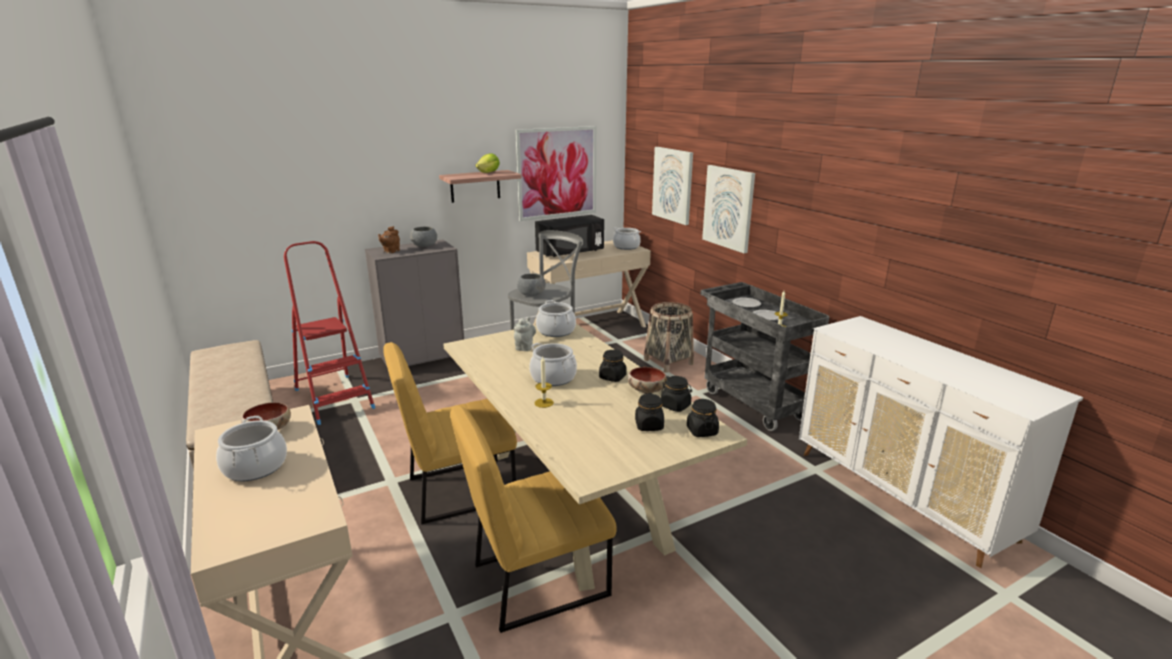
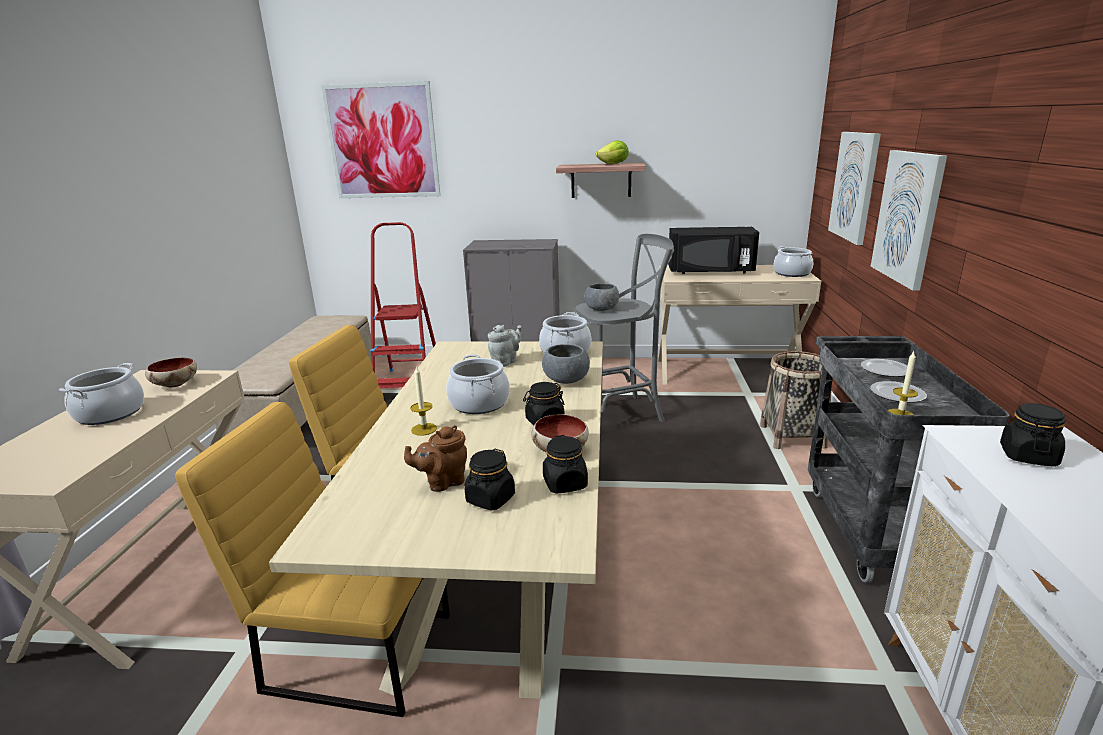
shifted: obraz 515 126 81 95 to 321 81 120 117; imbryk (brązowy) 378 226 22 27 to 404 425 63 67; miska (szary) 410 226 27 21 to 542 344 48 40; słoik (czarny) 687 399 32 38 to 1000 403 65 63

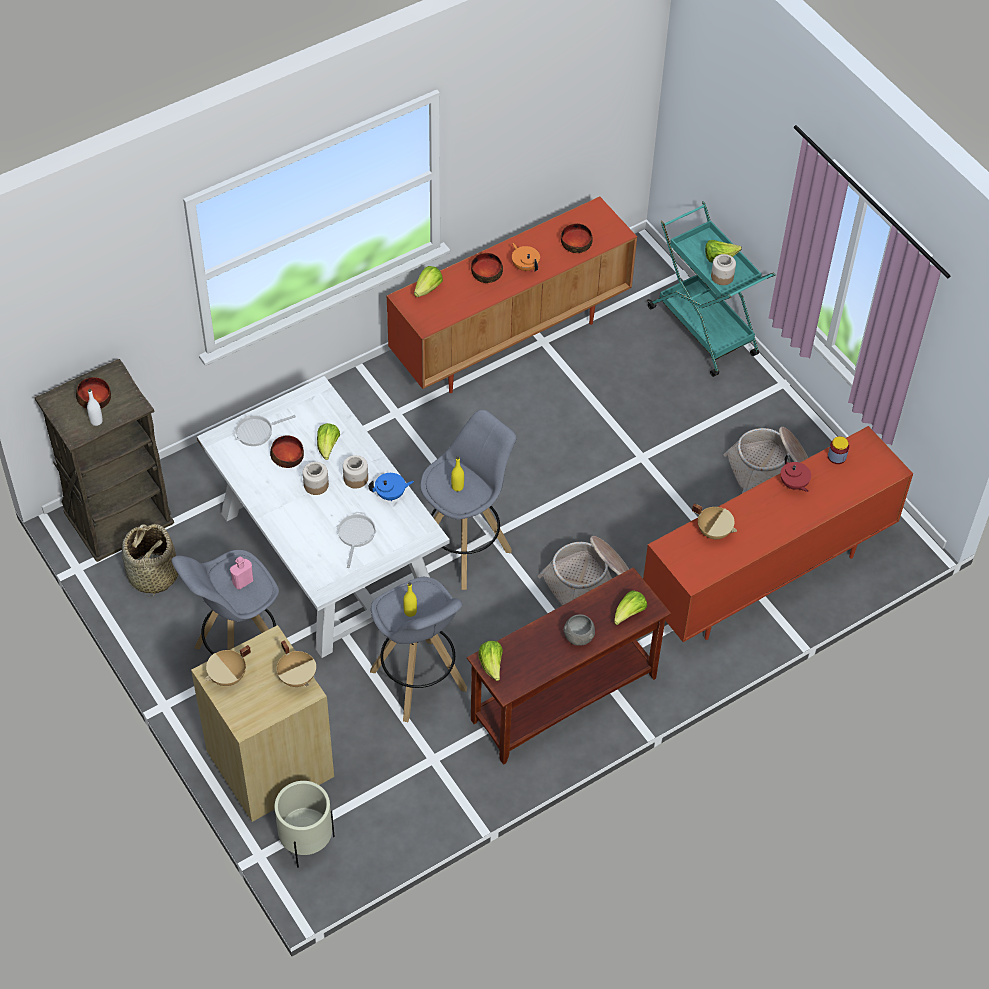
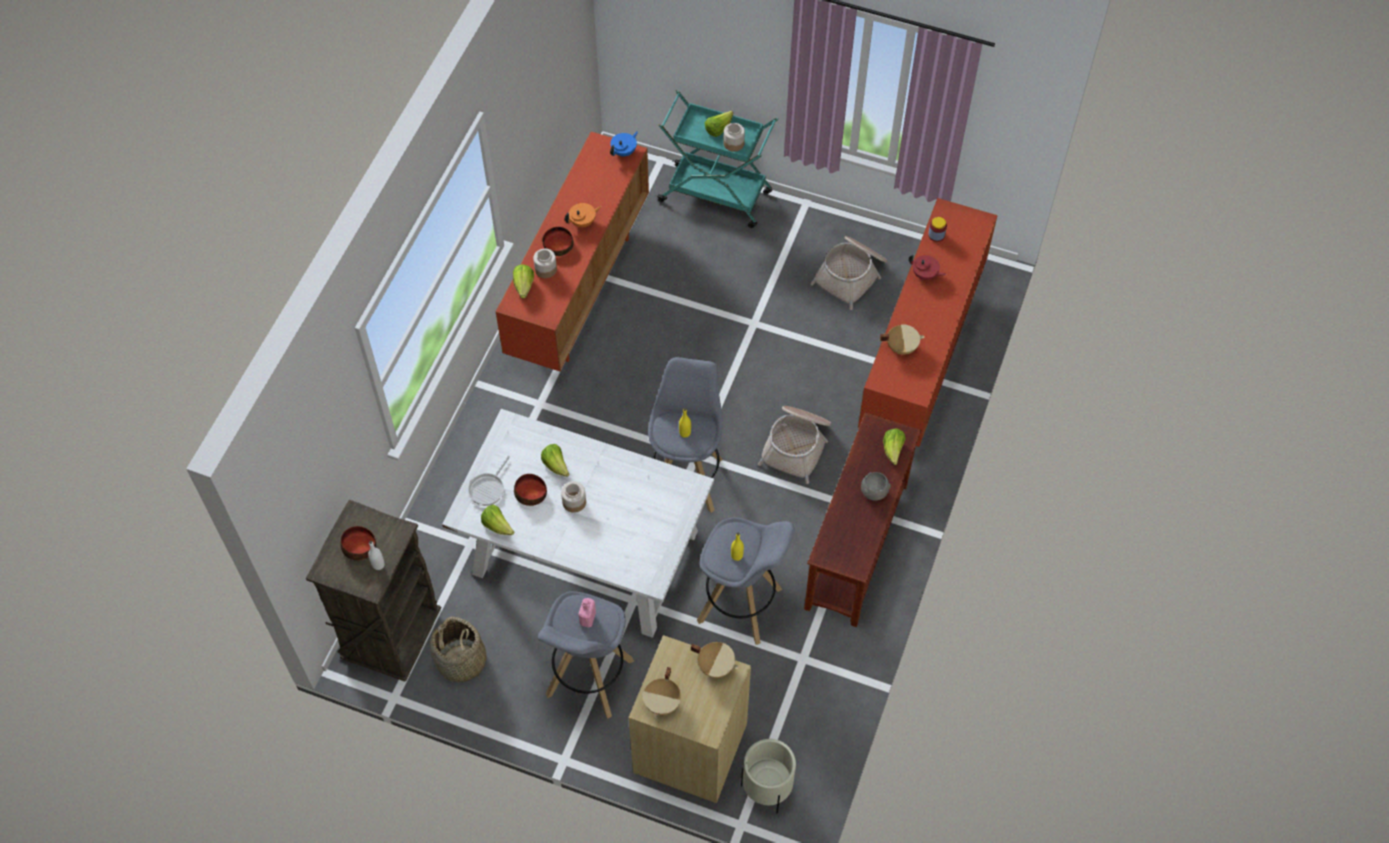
gone: patelnia 337 512 40 56; miska 561 223 32 30
shifted: sałata 478 641 25 40 to 481 505 33 30; słoik 343 455 25 34 to 533 249 24 29; imbryk (niebieski) 369 473 45 28 to 610 131 28 25
rotated: imbryk (pomarańczowy) 512 243 28 29 = 565 203 37 25 135 degrees clockwise

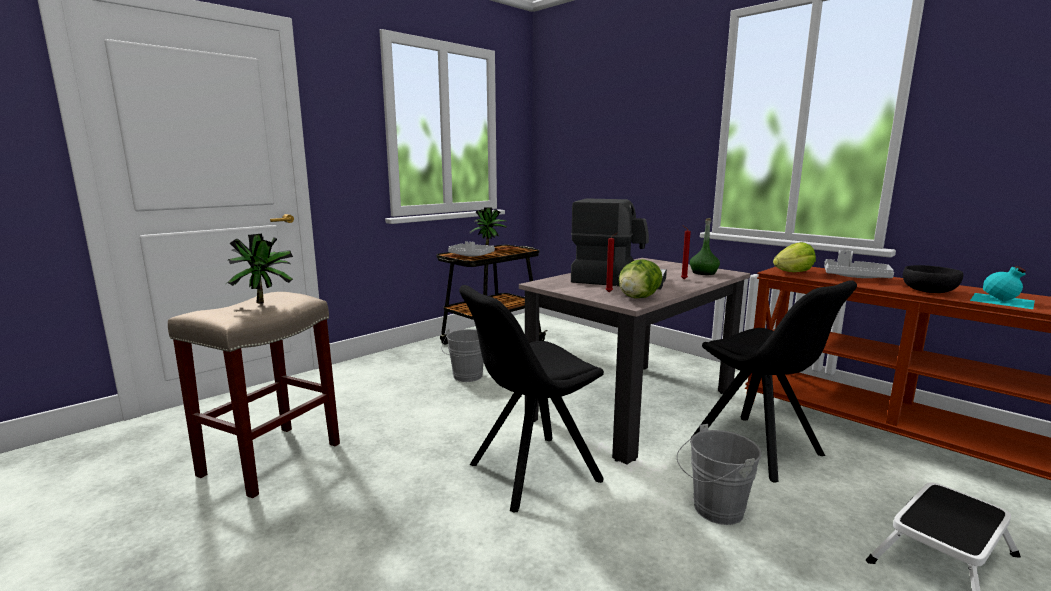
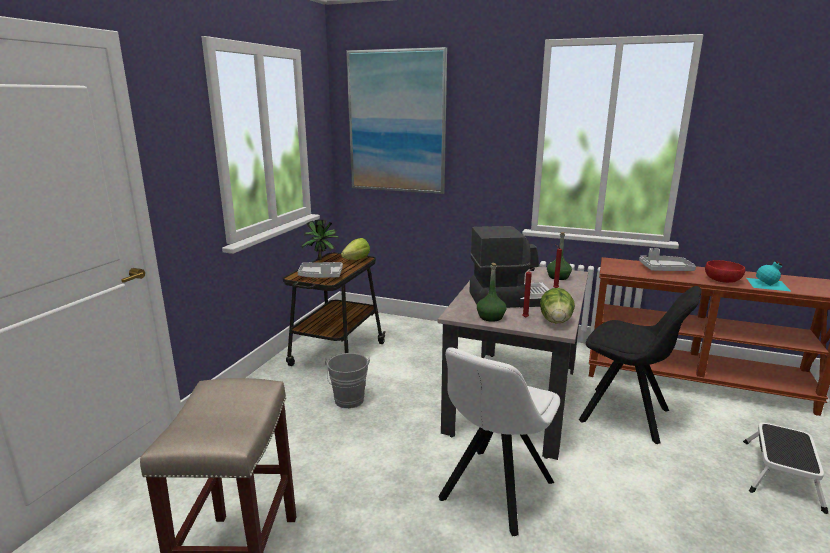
gone: roślina doniczkowa 227 233 67 70; wiadro (szary) 677 424 85 101
new: obraz 346 47 101 147; butelka (zielony) 477 263 30 59
shifted: sałata 773 242 43 30 to 341 238 29 22
repainted: krzesło (czarny) 459 285 145 228 to krzesło (biały) 439 347 121 189; miska (czarny) 903 265 61 28 to miska (czerwony) 705 260 40 23

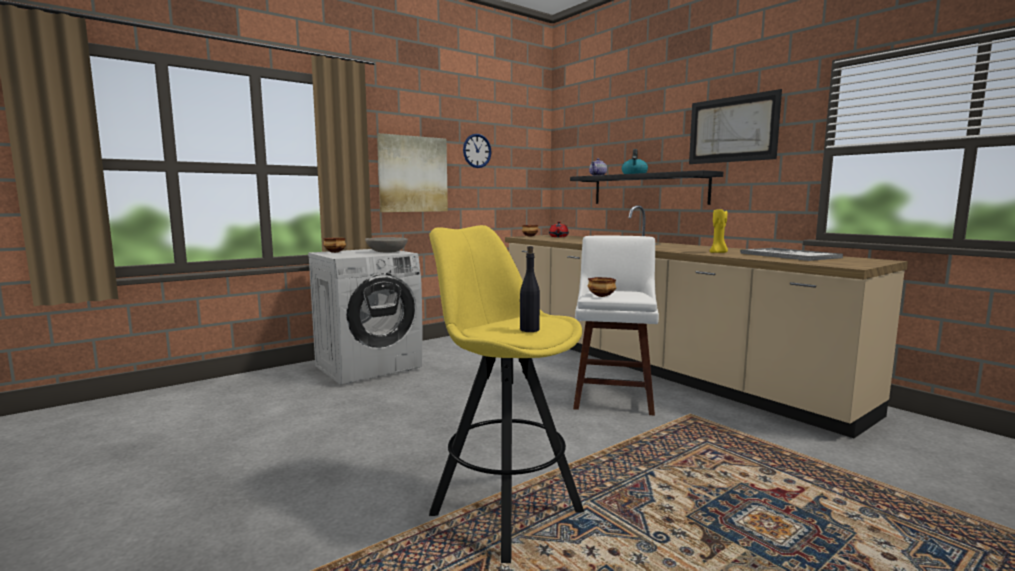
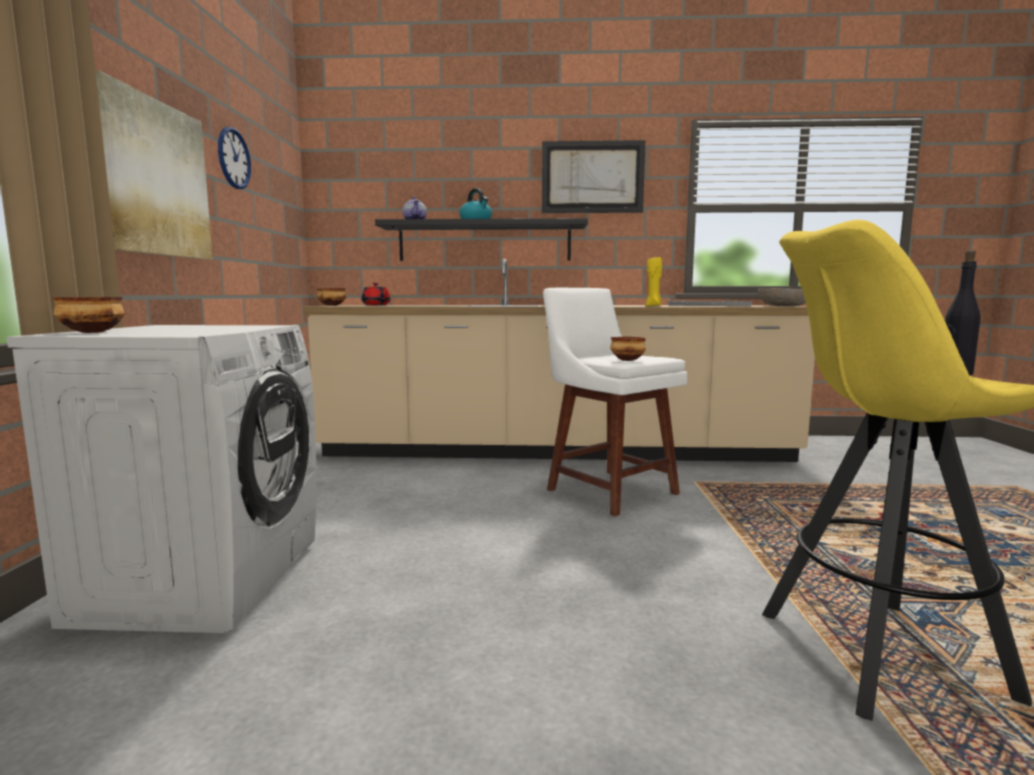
shifted: miska (szary) 365 237 43 16 to 758 288 48 18

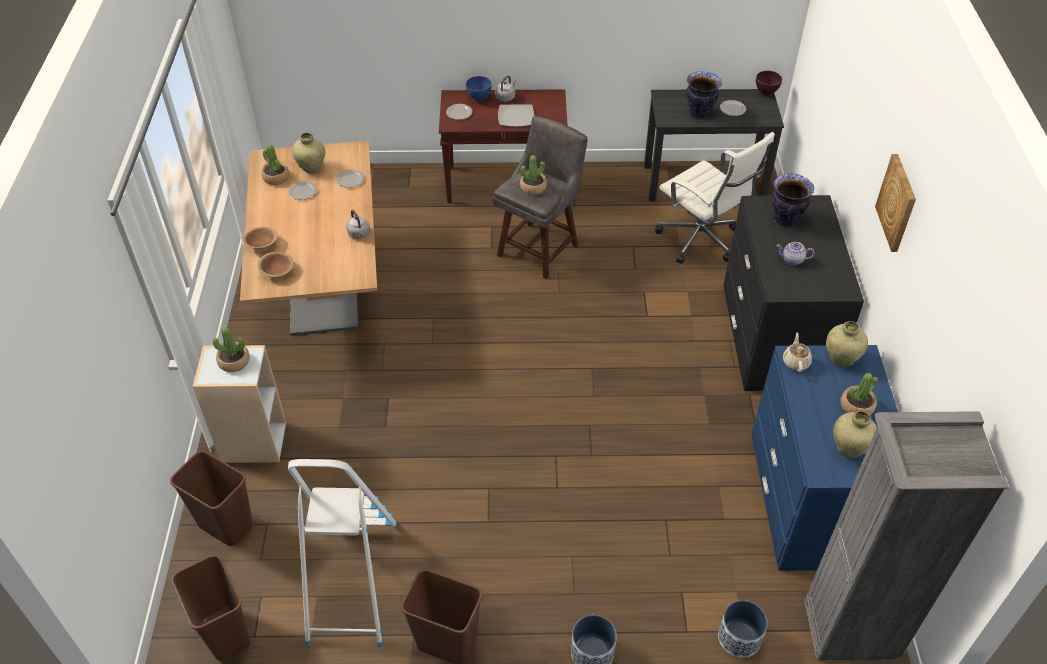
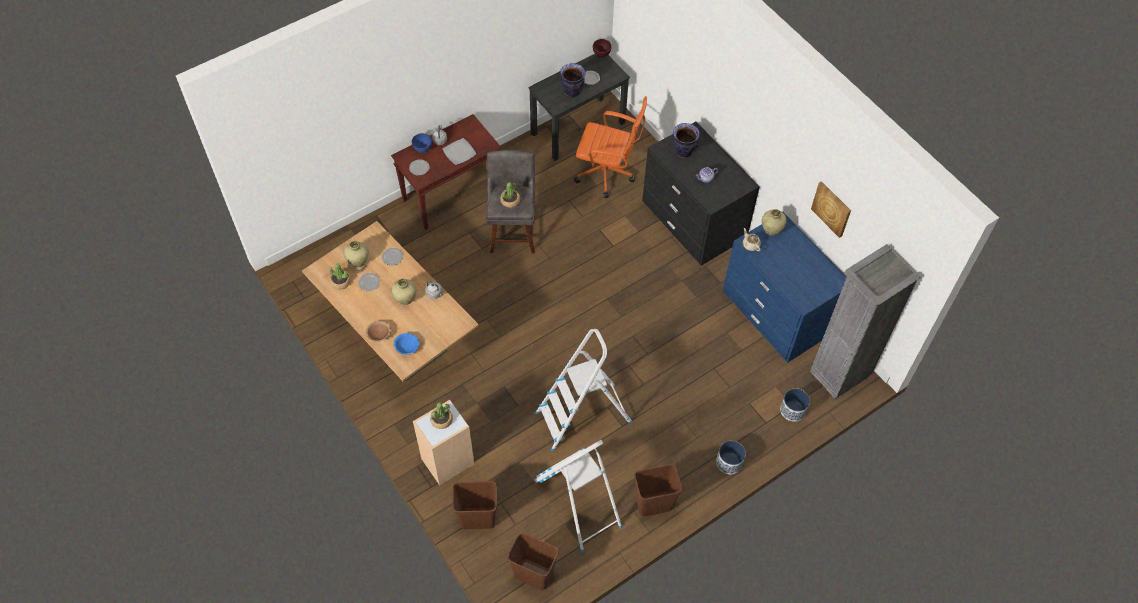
gone: roślina doniczkowa 841 373 37 42
new: drabinka (biały) 535 329 97 122
shifted: wazon (beżowy) 833 411 44 47 to 391 278 26 27; obraz 875 154 41 98 to 811 181 40 57
repainted: miska (brązowy) 257 251 37 26 to miska (niebieski) 393 333 26 22; krzesło biurowe (biały) 655 132 120 132 to krzesło biurowe (pomarańczowy) 574 96 73 102

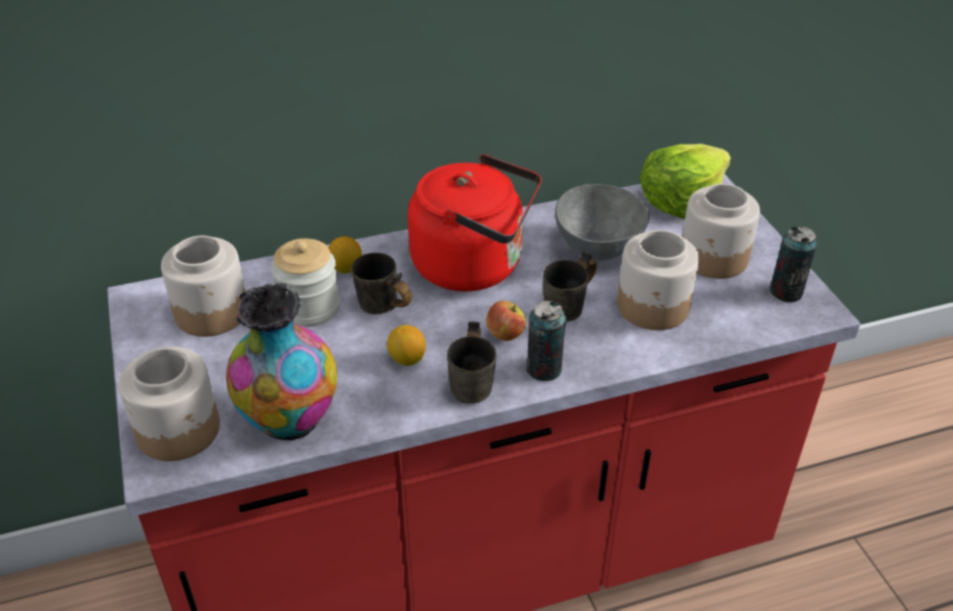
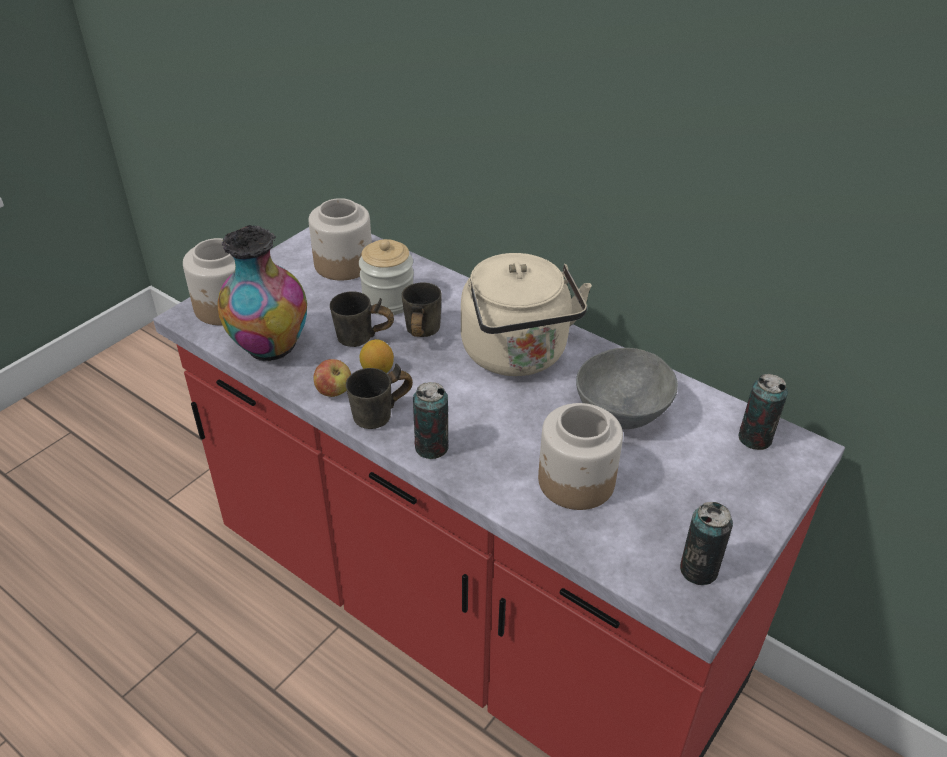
gone: cytryna 329 236 33 37; słoik 682 184 78 95
shifted: jabłko 486 301 40 40 to 313 359 38 38; kubek (szary) 543 251 54 71 to 330 291 64 56
swapped: sałata 640 144 91 75 to puszka 739 374 49 76
repainted: czajnik (czerwony) 408 154 133 137 to czajnik (beżowy) 461 253 131 123

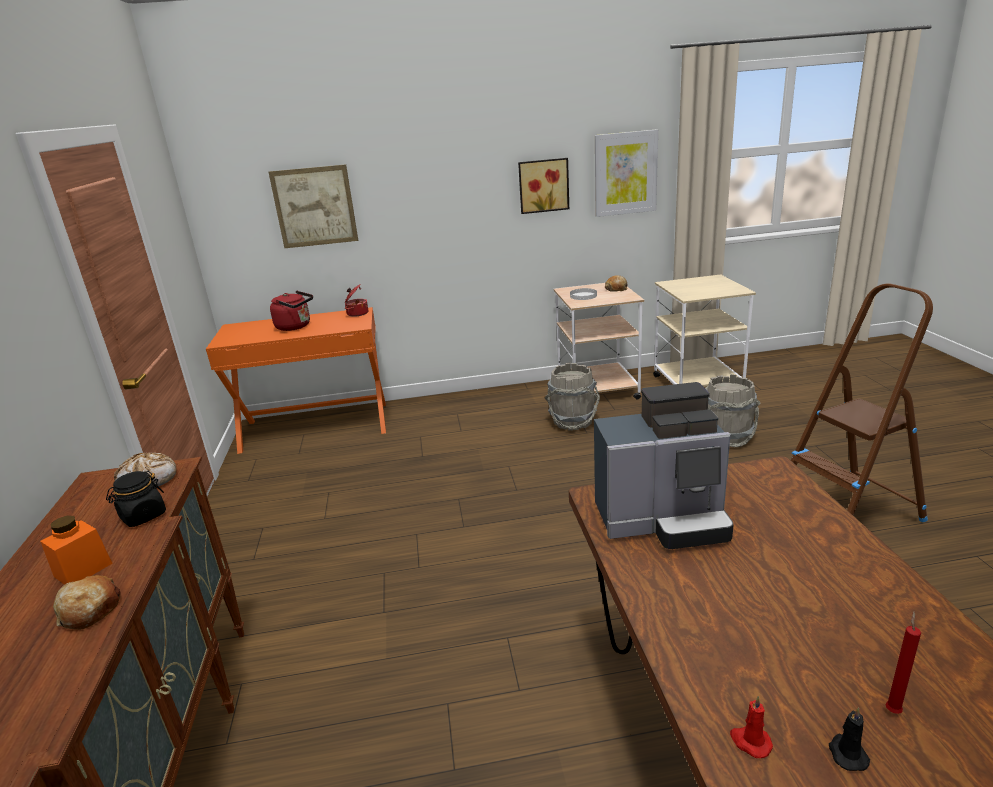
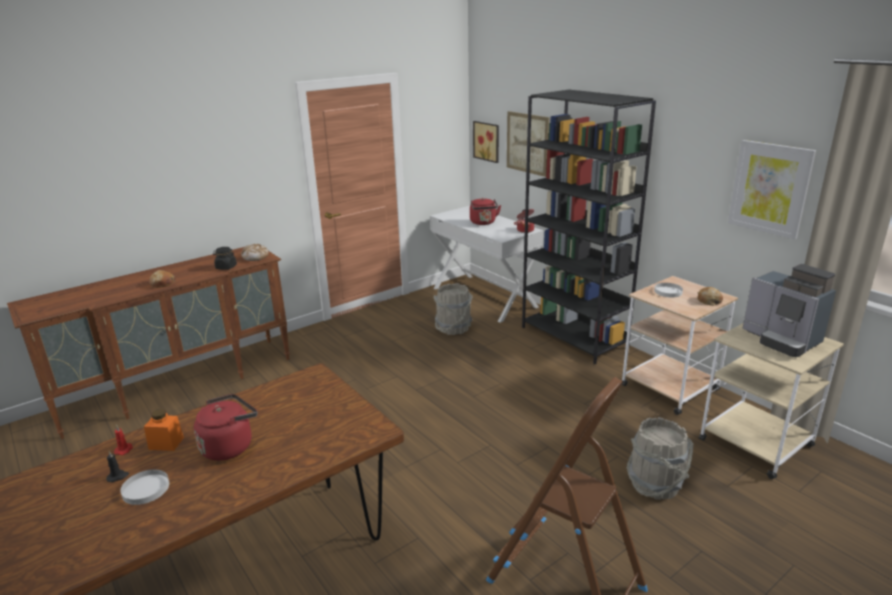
new: czajnik (czerwony) 194 394 63 67; regał (czarny) 522 90 134 274
shifted: słoik (pomarańczowy) 40 515 73 70 to 144 409 40 42; wiadro (szary) 545 362 55 68 to 433 283 40 52; obraz 518 158 51 56 to 473 121 26 42; ekspres do kawy 594 382 140 167 to 743 264 93 93
swapped: świeca (czerwony) 885 611 36 103 to talerz (biały) 120 469 49 36
repainted: stolik konsolowy (pomarańczowy) 206 307 180 147 to stolik konsolowy (biały) 430 206 113 117

